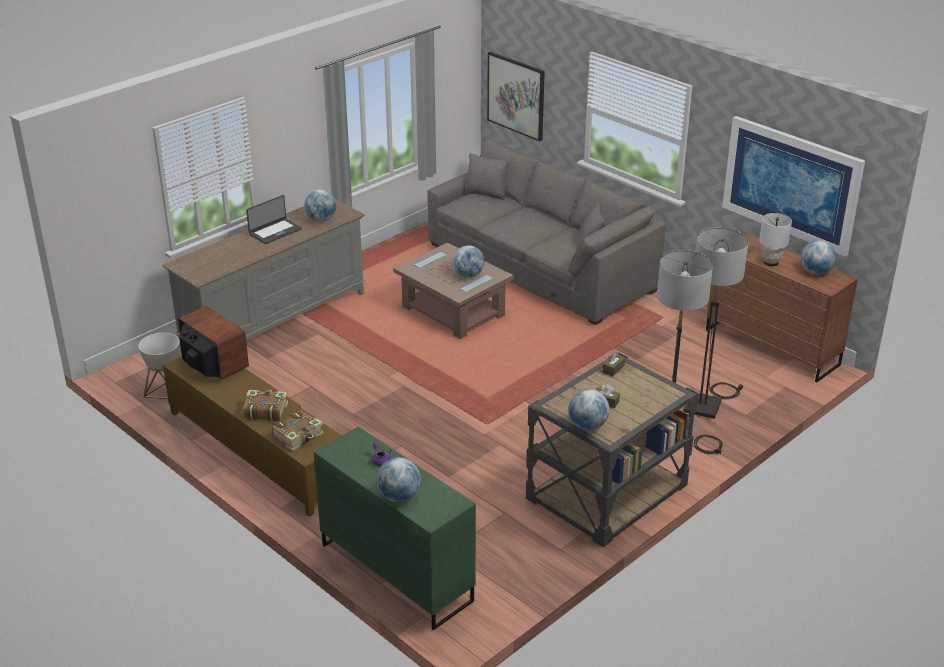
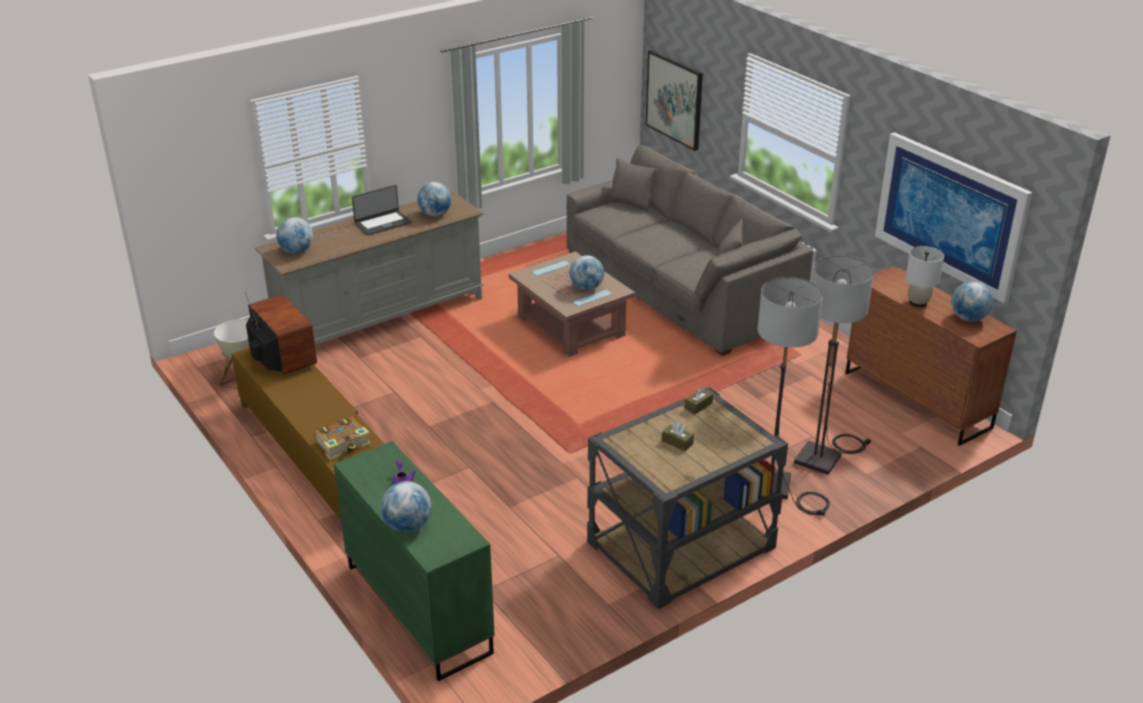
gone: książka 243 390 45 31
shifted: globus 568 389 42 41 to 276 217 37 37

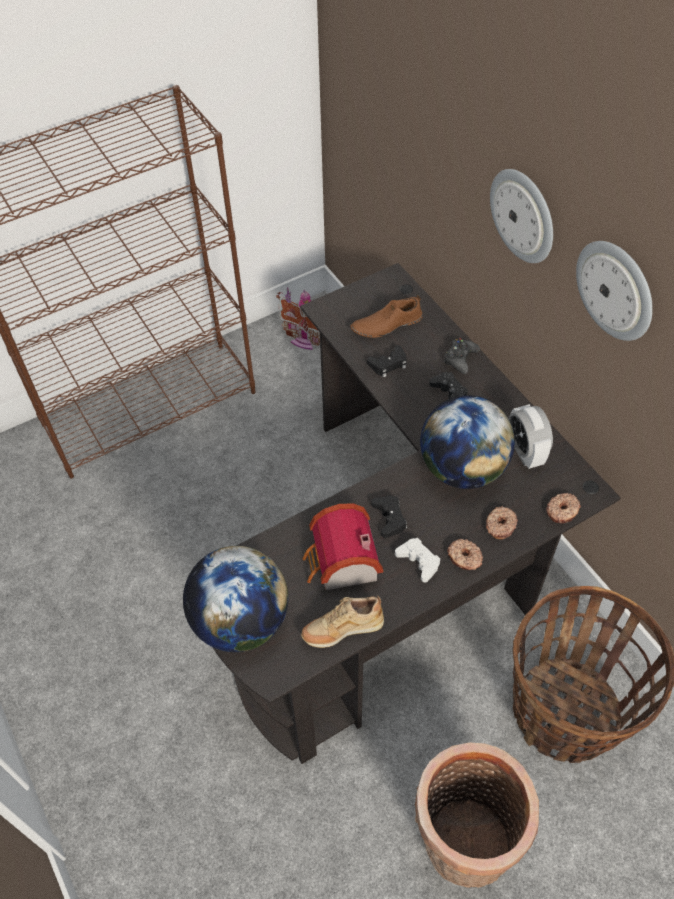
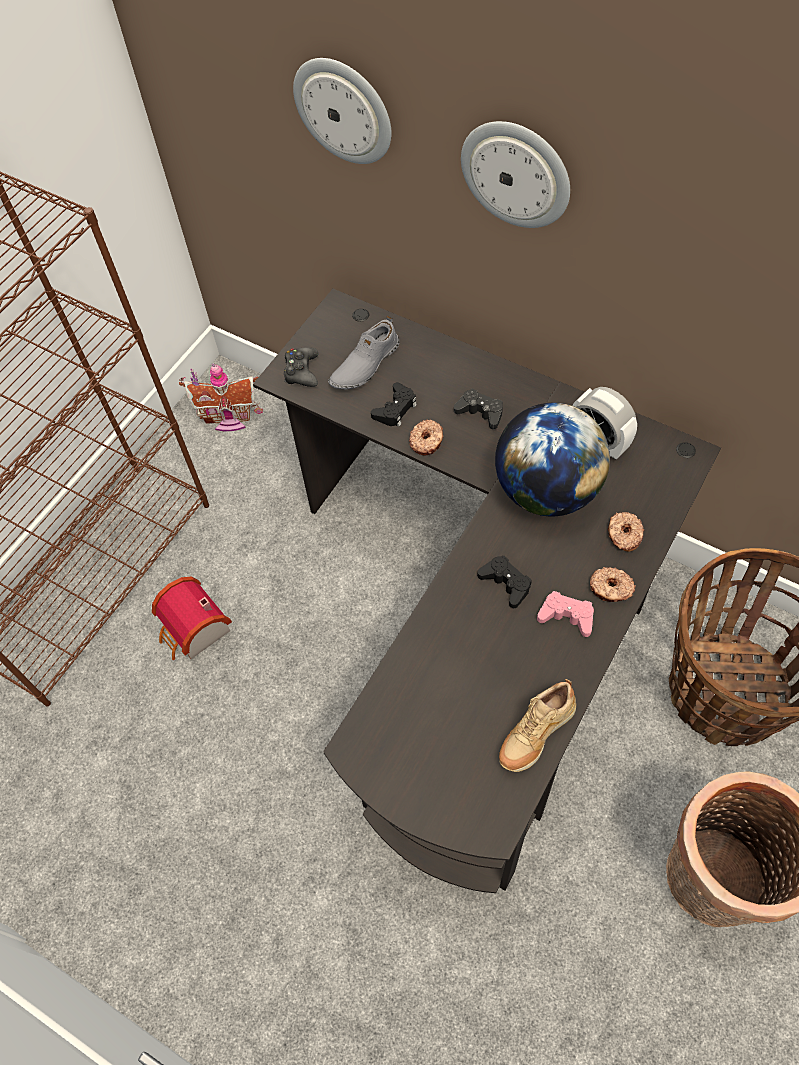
gone: globus 183 546 105 106
shifted: domek 303 503 80 87 to 152 576 80 84; pad do gier (czarny) 443 338 37 36 to 284 347 34 40; zegar ścienny 576 241 77 100 to 293 58 98 106; donut 546 493 35 31 to 409 419 34 36
repainted: but (brązowy) 350 295 73 43 to but (szary) 328 316 71 73; pad do gier (biały) 395 538 45 44 to pad do gier (różowy) 537 591 57 46

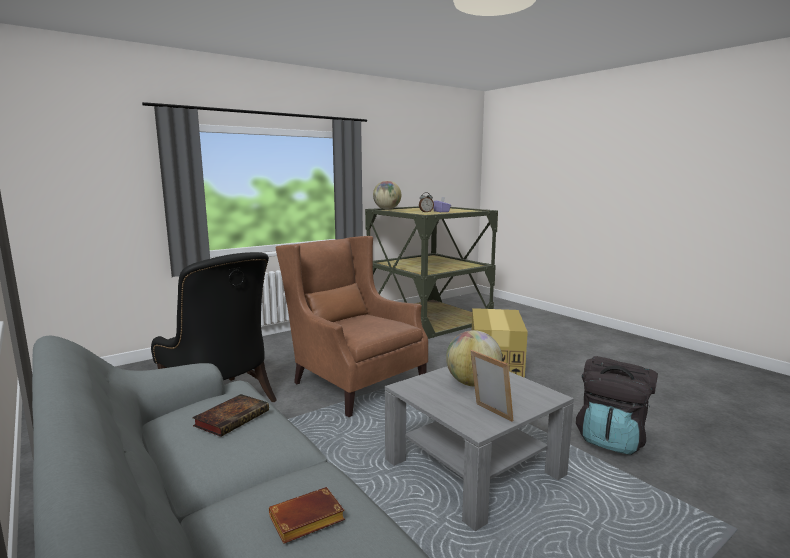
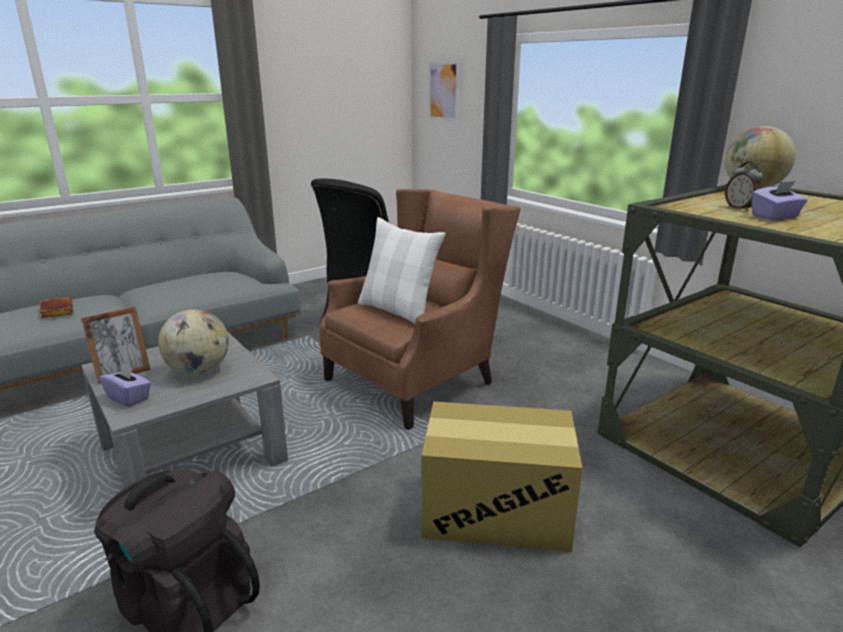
gone: książka 192 394 77 43
new: pudełko chusteczek (fioletowy) 99 363 52 44; poduszka (biały) 358 217 88 107; obraz 429 62 30 59

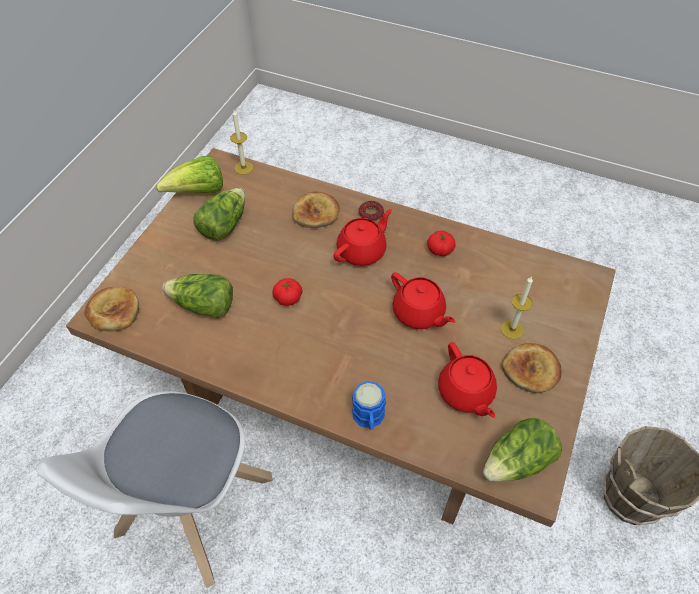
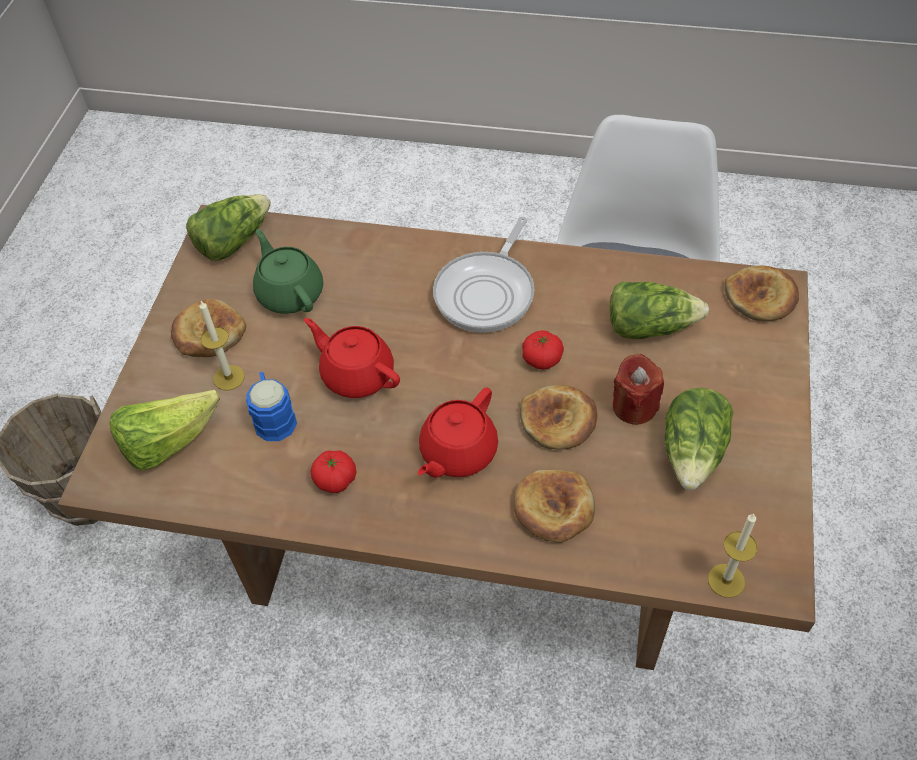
gone: donut 358 201 26 21
new: patelnia 433 217 101 116; chleb 520 385 78 65; świeca (czerwony) 613 354 51 71
shifted: sałata 156 156 67 37 to 110 390 110 81; kubek (niebieski) 352 381 34 49 to 246 372 51 69
repainted: imbryk (czerwony) 438 342 59 76 to imbryk (zielony) 253 229 70 85

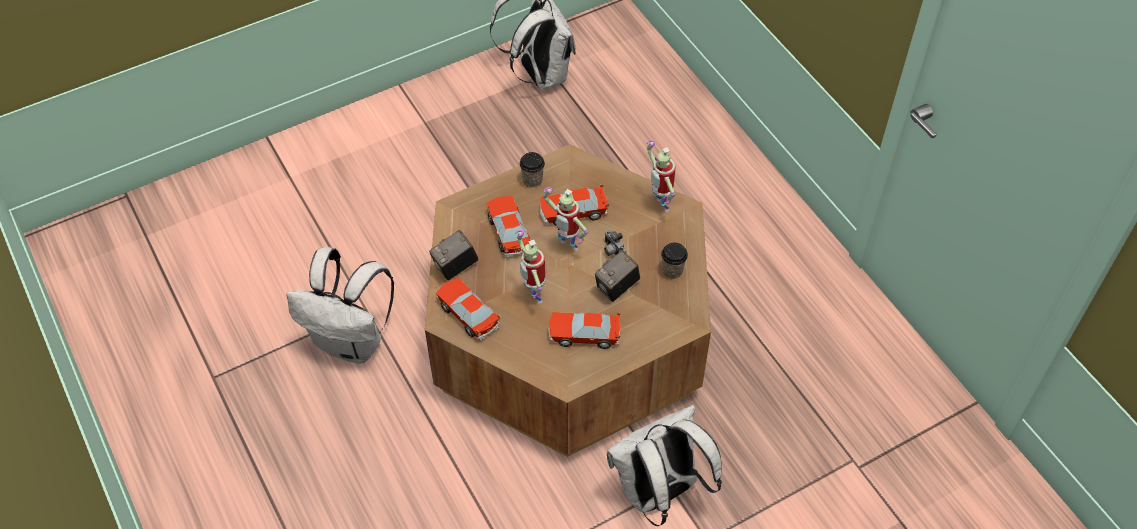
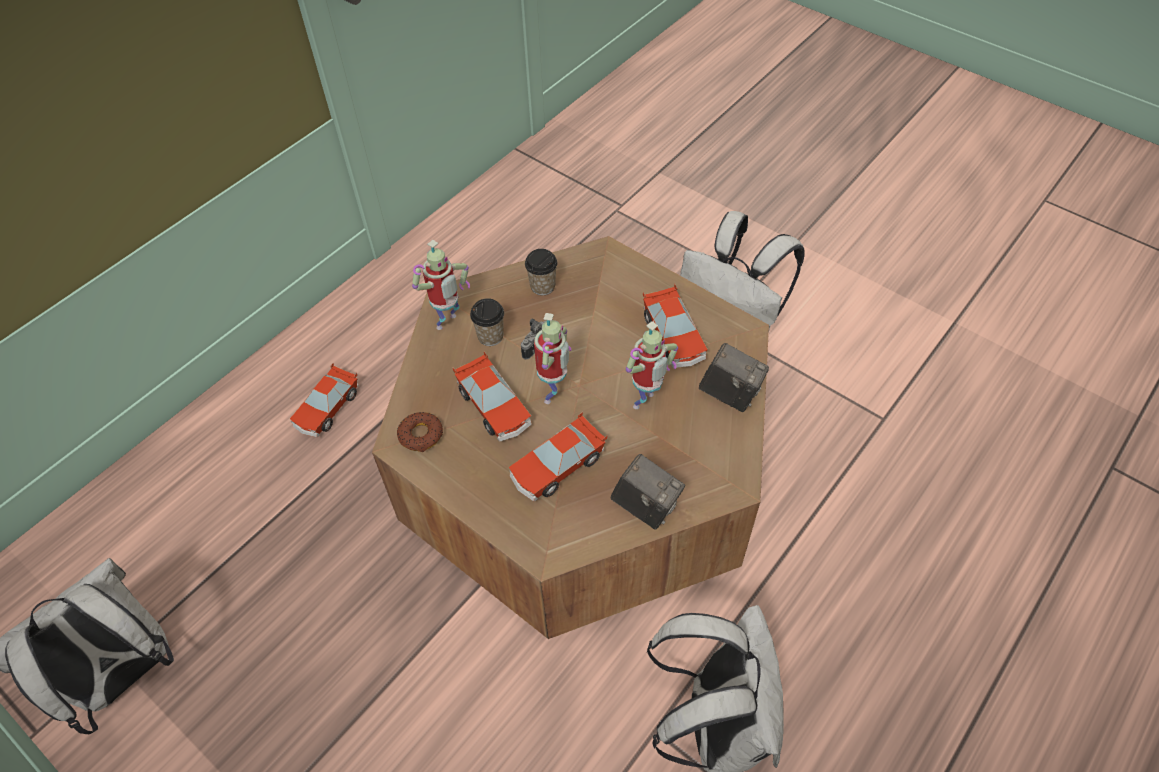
new: donut 397 412 46 40
shifted: samochodzik 436 278 64 62 to 290 363 69 74; filiżanka 520 152 25 35 to 470 298 34 48; aparat fotograficzny 595 250 45 52 to 699 343 70 69

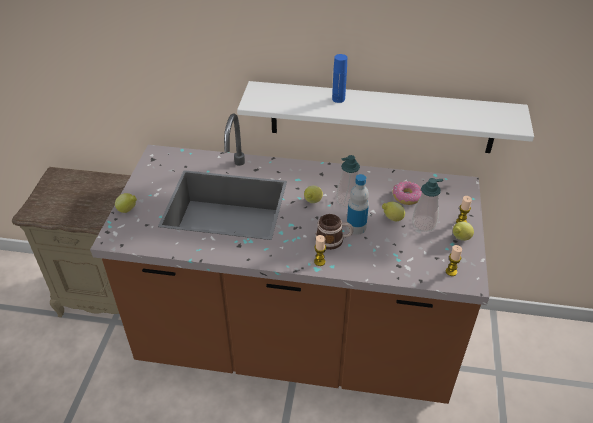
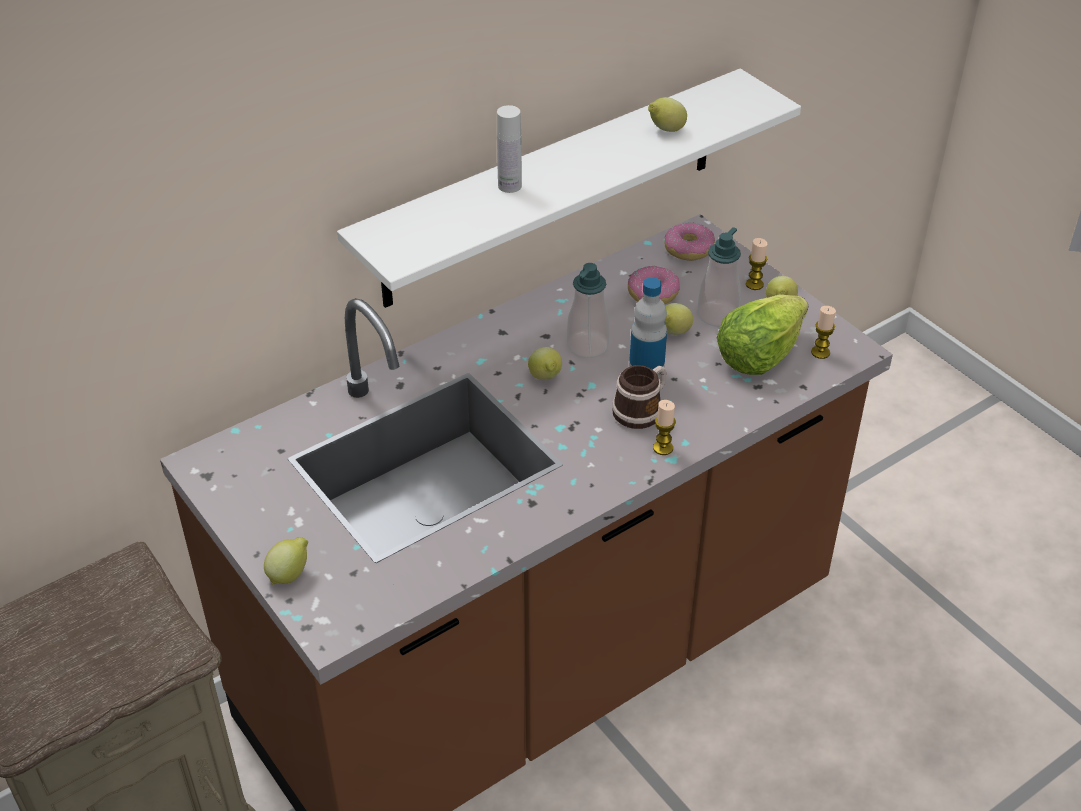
new: cytryna 648 97 39 35; donut 665 223 50 38; sałata 717 295 92 80
repainted: butelka (niebieski) 332 54 15 49 to butelka (biały) 497 105 25 88

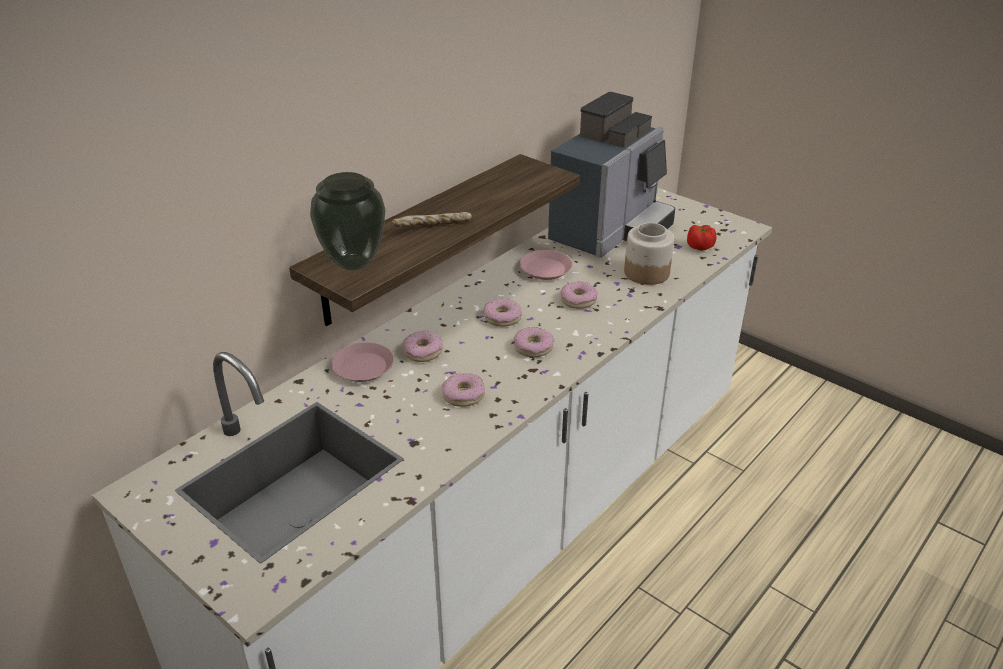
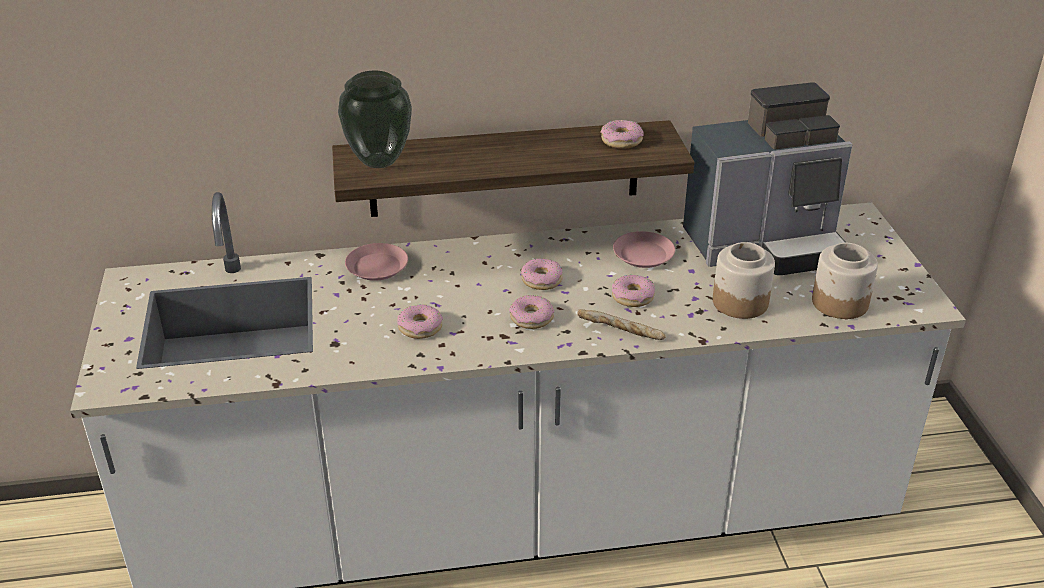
shifted: chleb 392 212 80 15 to 578 309 88 31; donut 402 331 41 31 to 601 120 42 29
swapped: pomidor 687 225 30 26 to słoik 812 243 66 76

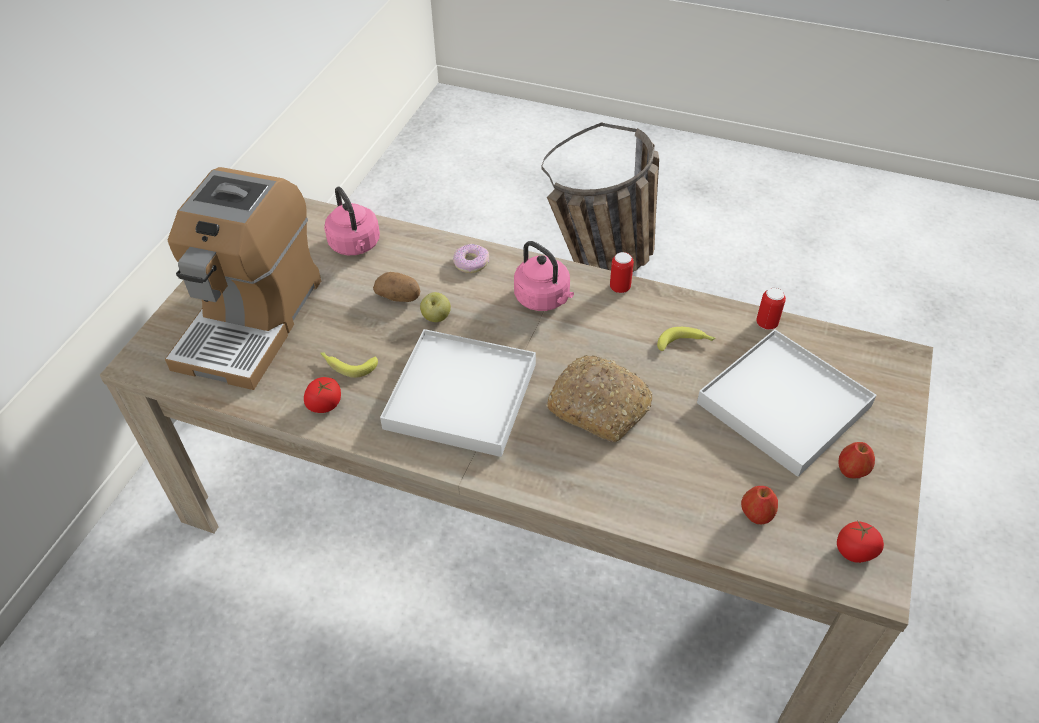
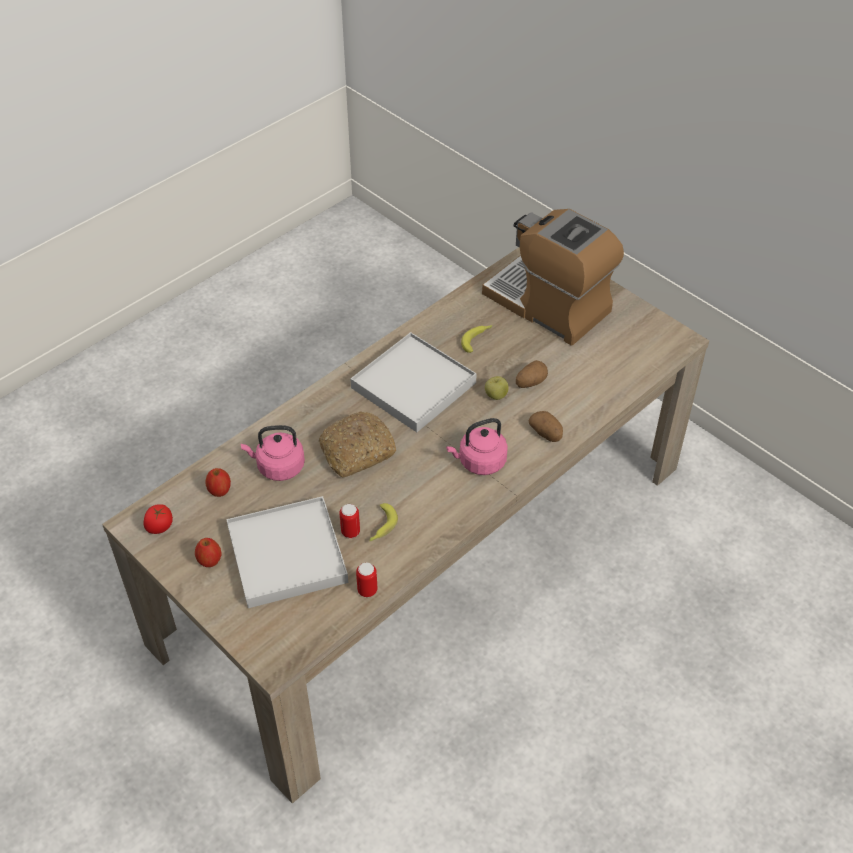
gone: pomidor 304 377 37 36; koszyk 542 122 117 150
shifted: czajnik (różowy) 324 187 56 68 to 241 425 64 56; puszka 610 252 24 41 to 340 504 20 34
swapped: donut 453 244 36 29 to ziemniak 529 411 34 31

